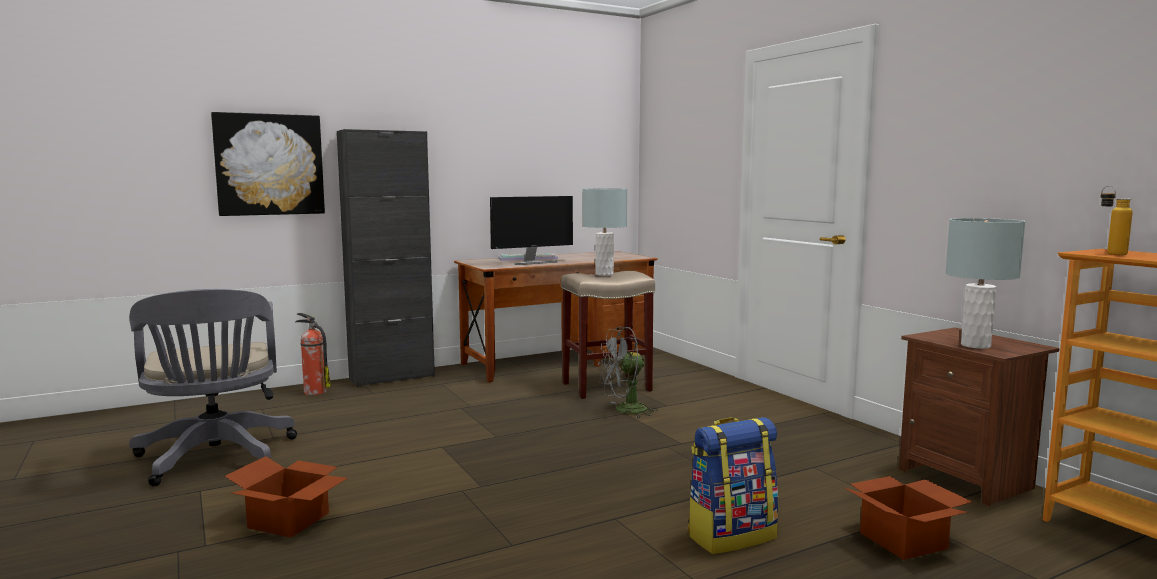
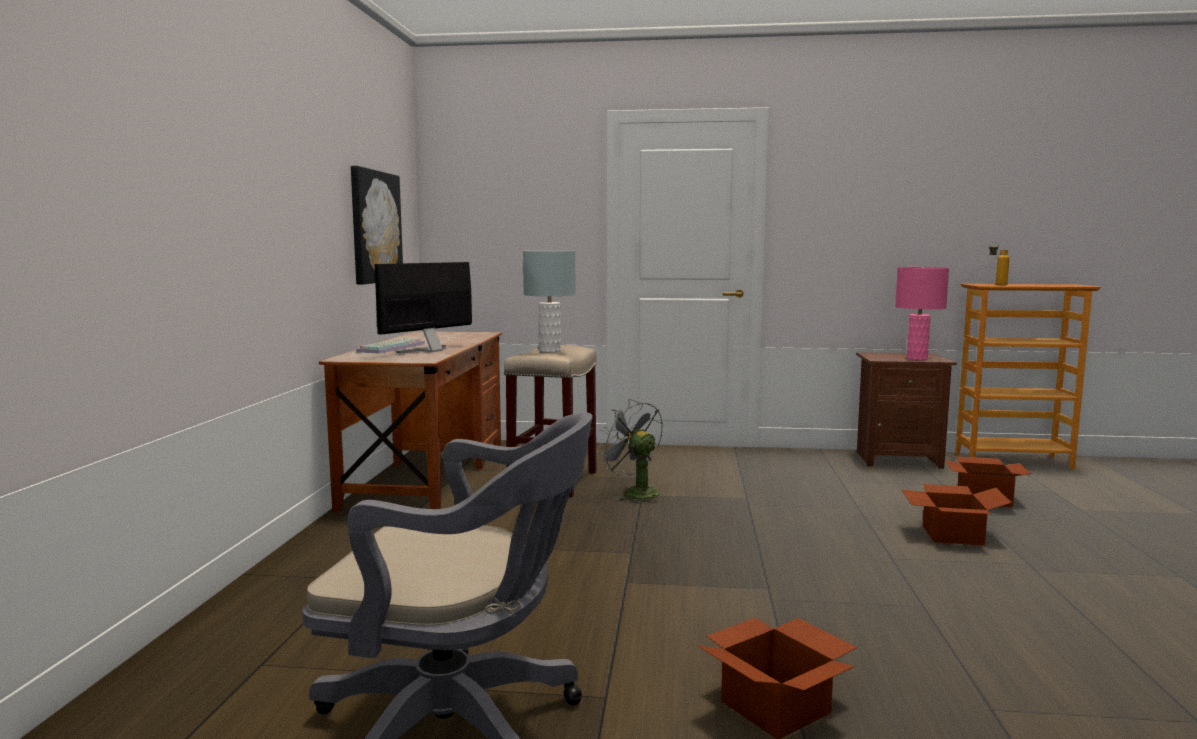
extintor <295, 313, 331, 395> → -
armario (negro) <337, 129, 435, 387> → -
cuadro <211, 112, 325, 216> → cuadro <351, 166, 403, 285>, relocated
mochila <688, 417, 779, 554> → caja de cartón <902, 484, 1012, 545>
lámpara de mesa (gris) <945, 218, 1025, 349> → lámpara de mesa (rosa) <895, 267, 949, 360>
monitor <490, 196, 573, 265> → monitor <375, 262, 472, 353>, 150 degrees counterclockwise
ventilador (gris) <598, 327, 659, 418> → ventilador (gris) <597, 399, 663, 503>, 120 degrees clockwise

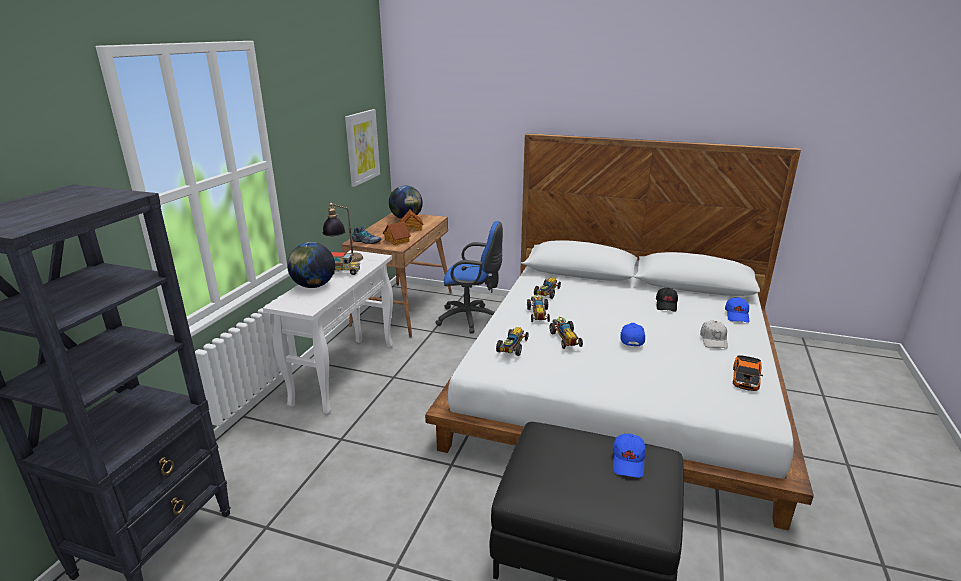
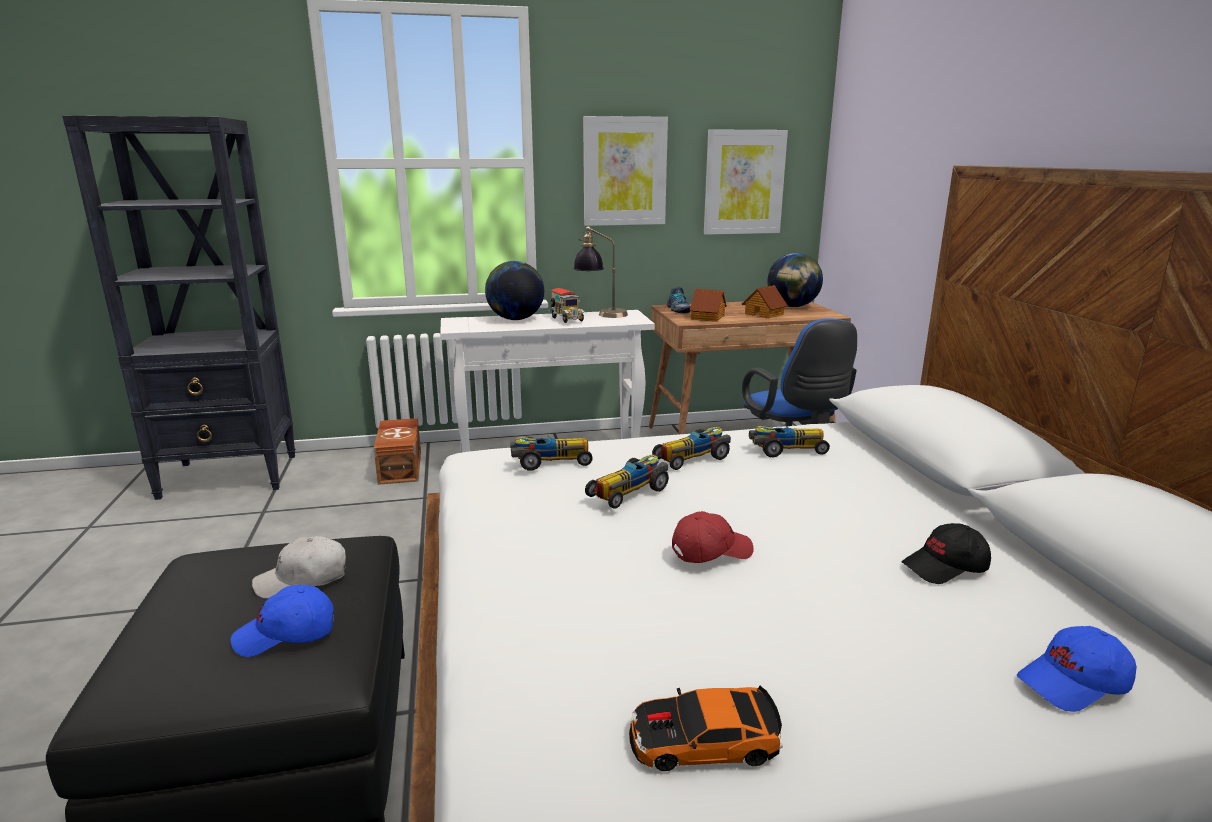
- → caja de almacenaje (marrón) <374, 418, 421, 485>
- → cuadro <583, 116, 668, 226>
gorra (blanco) <700, 321, 728, 349> → gorra (blanco) <252, 536, 346, 599>, relocated
gorra (azul) <620, 323, 645, 347> → gorra (rojo) <672, 511, 754, 563>

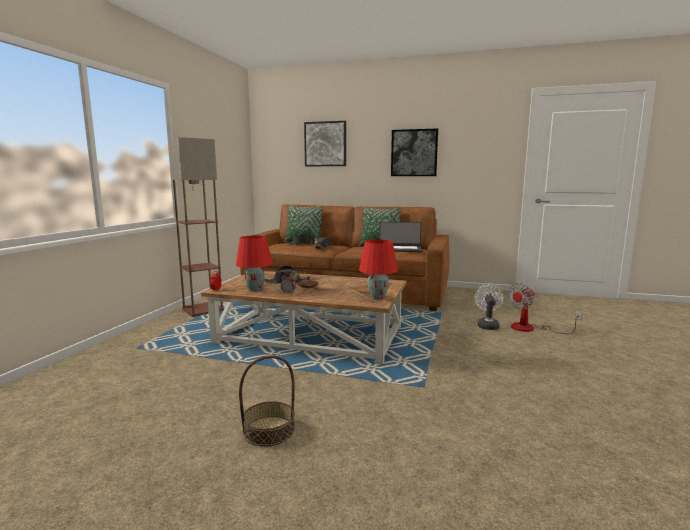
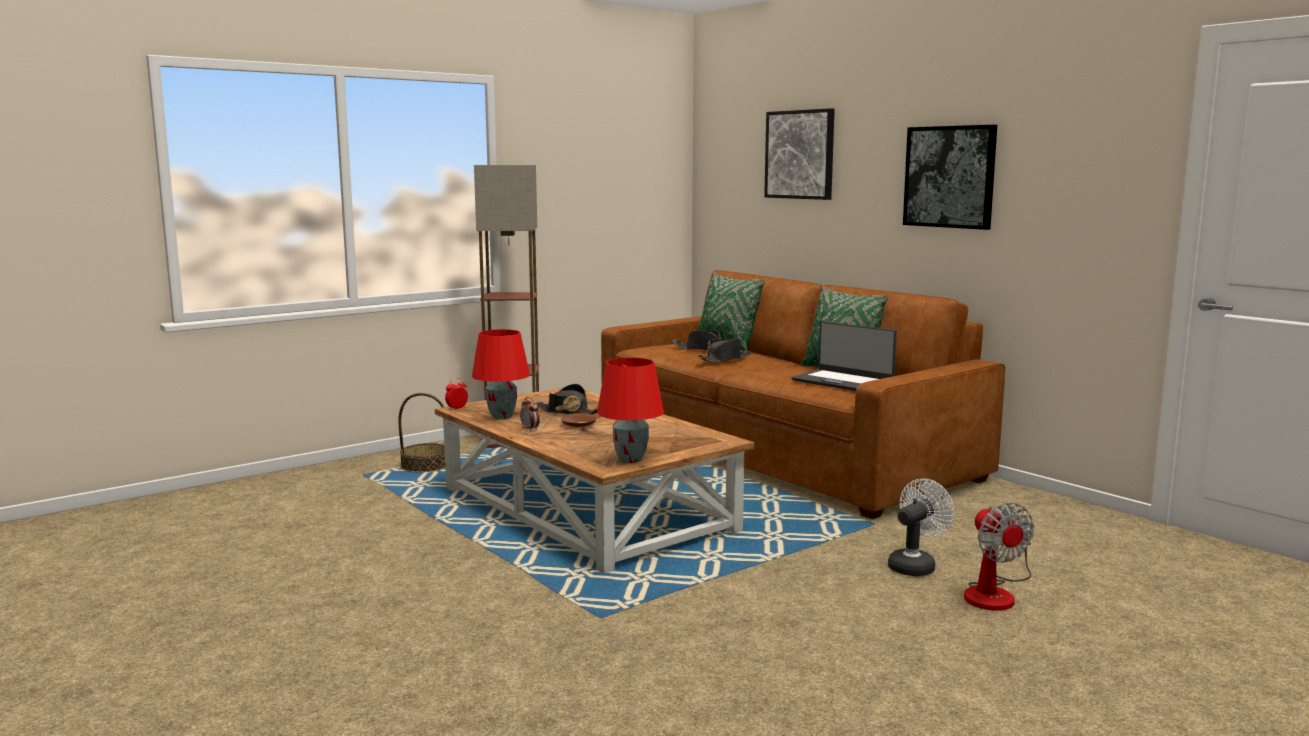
cesta <239, 355, 295, 447> → cesta <398, 393, 445, 473>, relocated
ventilador <508, 283, 582, 334> → ventilador <964, 503, 1034, 611>, 105 degrees counterclockwise

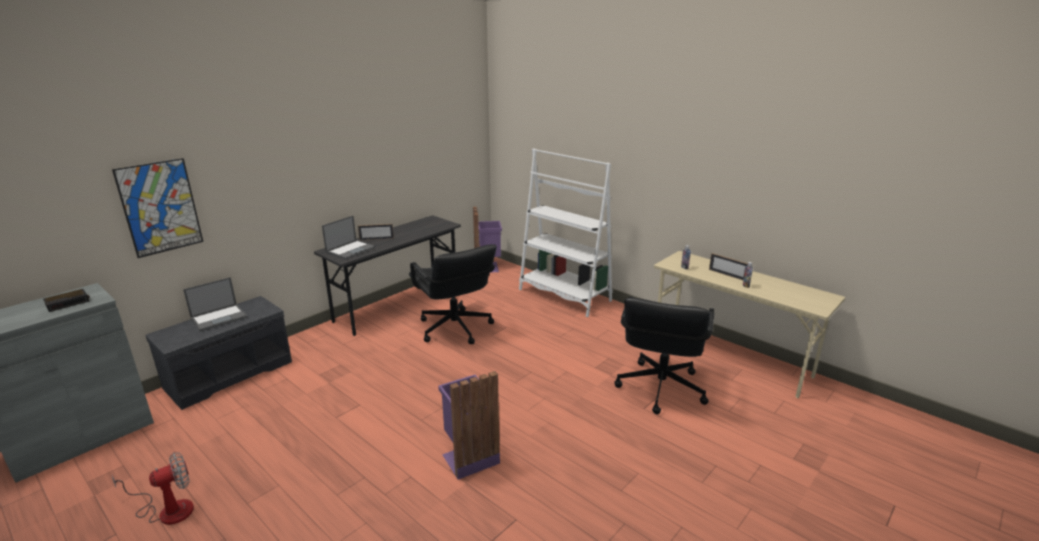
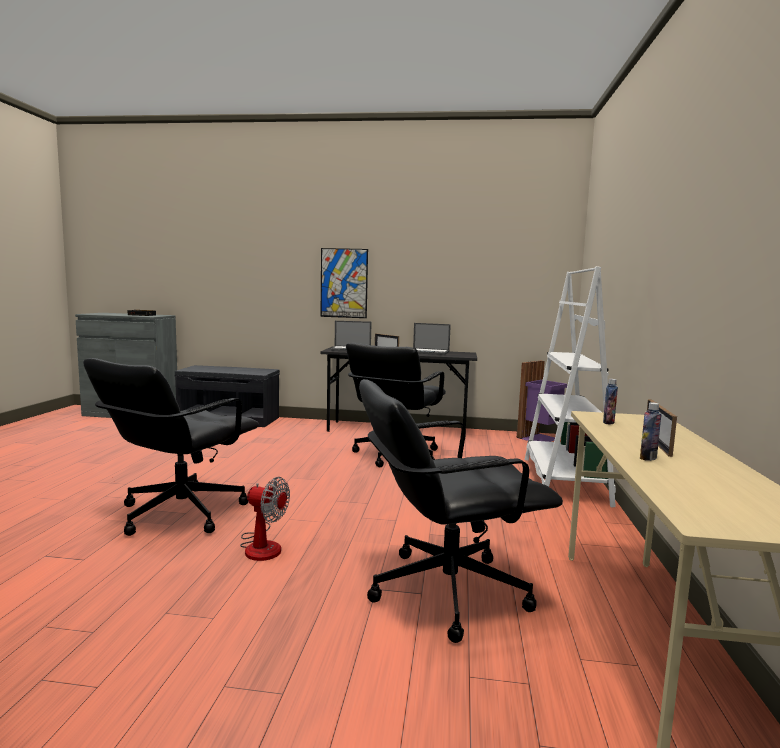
cuadro <112, 158, 203, 258> → cuadro <321, 248, 368, 318>, relocated
ventilador <112, 452, 194, 525> → ventilador <240, 477, 290, 561>, relocated
portátil <183, 277, 247, 332> → portátil <413, 323, 451, 355>, relocated
papelera (morado) <438, 371, 500, 480> → silla de oficina (negro) <83, 358, 259, 536>

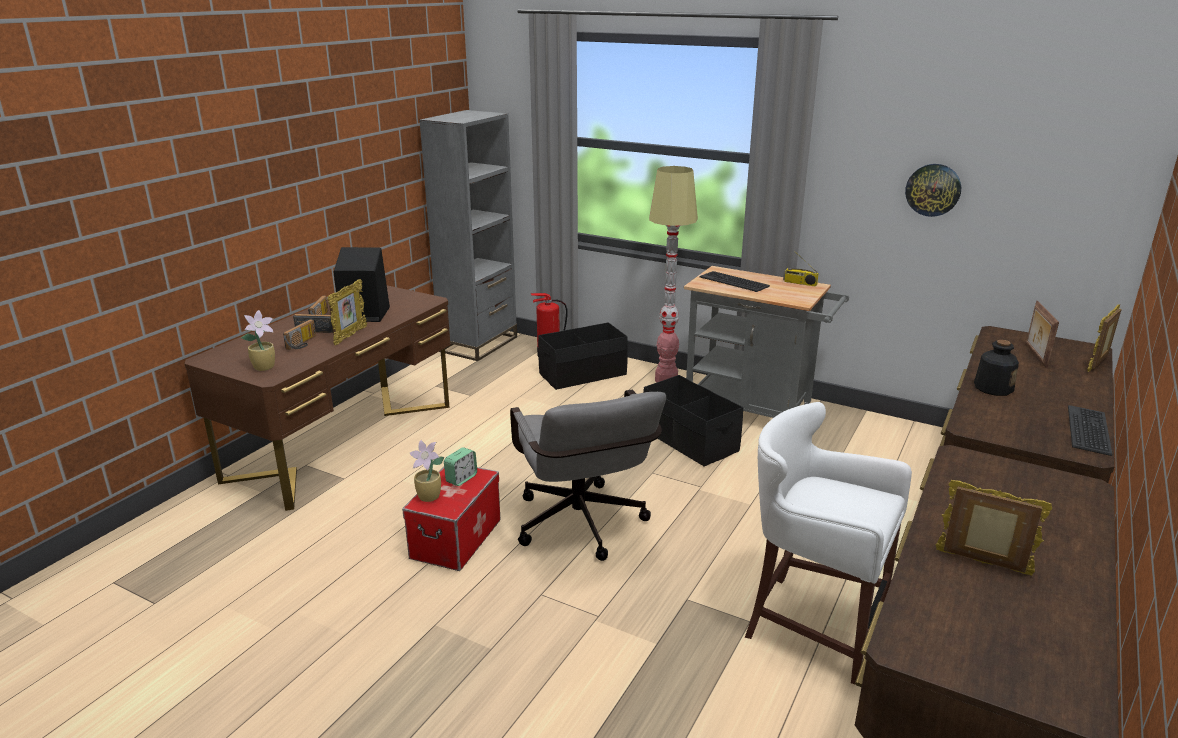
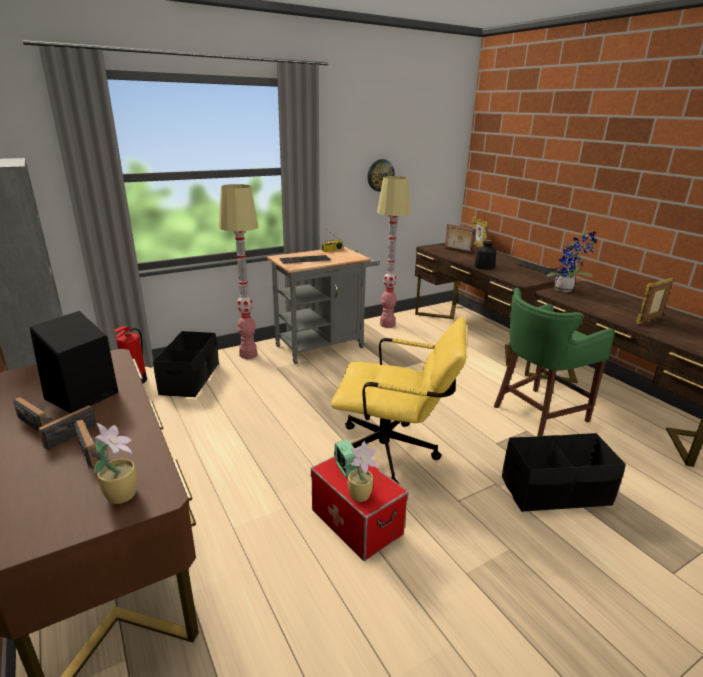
portarretratos <328, 279, 367, 345> → -
- → lámpara de pie <377, 176, 410, 328>
- → planta en maceta <546, 231, 598, 292>
caja de almacenaje (negro) <643, 375, 743, 466> → caja de almacenaje (negro) <502, 433, 626, 512>, relocated
silla de oficina (gris) <510, 390, 666, 561> → silla de oficina (amarillo) <331, 317, 467, 484>
taburete (blanco) <745, 402, 912, 684> → taburete (verde) <494, 288, 615, 436>

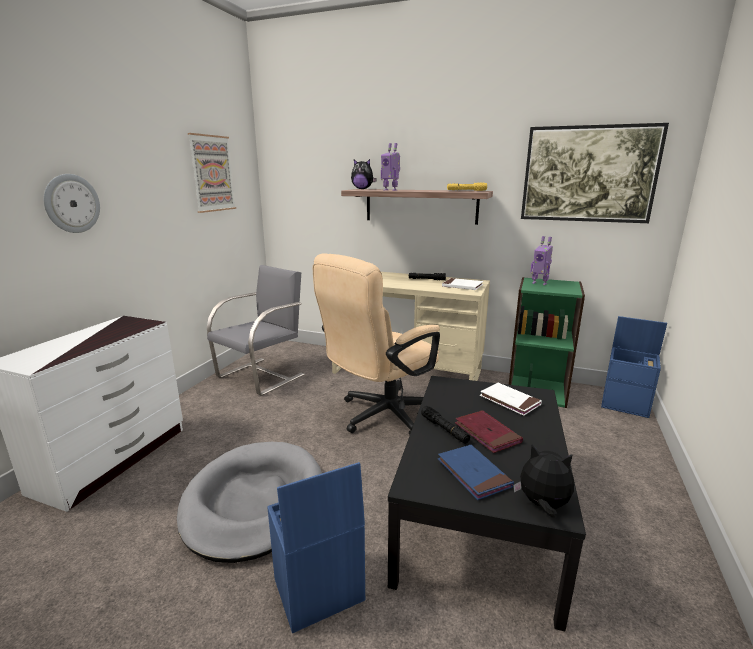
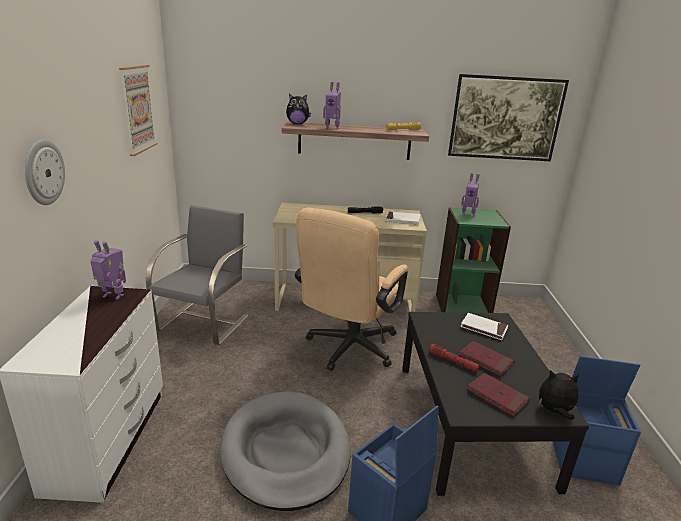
- → robot de juguete <90, 240, 126, 300>
caja de almacenaje (azul) <601, 316, 667, 418> → caja de almacenaje (azul) <553, 356, 641, 486>, relocated
linterna (negro) <421, 406, 470, 444> → linterna (rojo) <429, 344, 480, 372>
libro (azul) <438, 445, 514, 500> → libro (rojo) <467, 373, 530, 416>

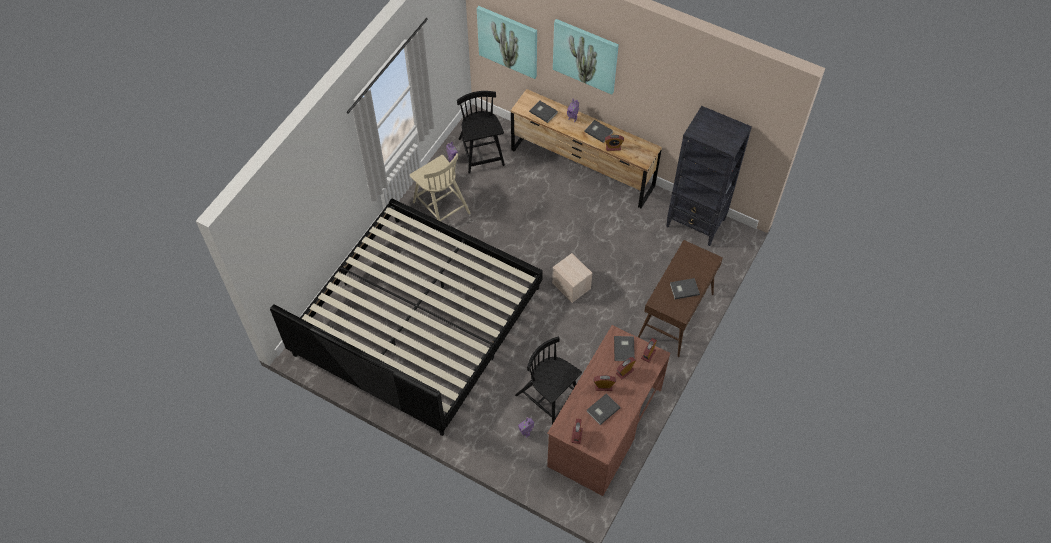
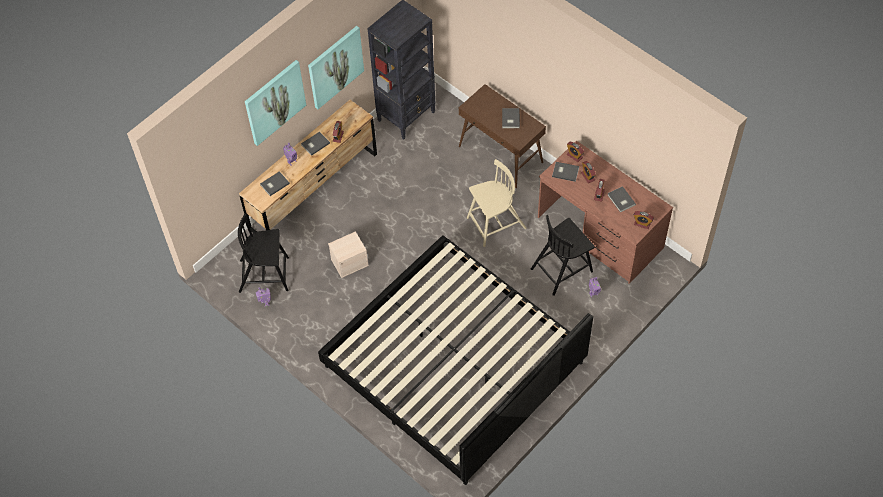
silla (beis) <410, 153, 471, 221> → silla (beis) <467, 159, 526, 247>, relocated
cuadro <477, 6, 537, 79> → cuadro <308, 26, 364, 109>, relocated
caja de almacenaje (beis) <552, 253, 593, 303> → caja de almacenaje (beis) <328, 231, 369, 278>, relocated

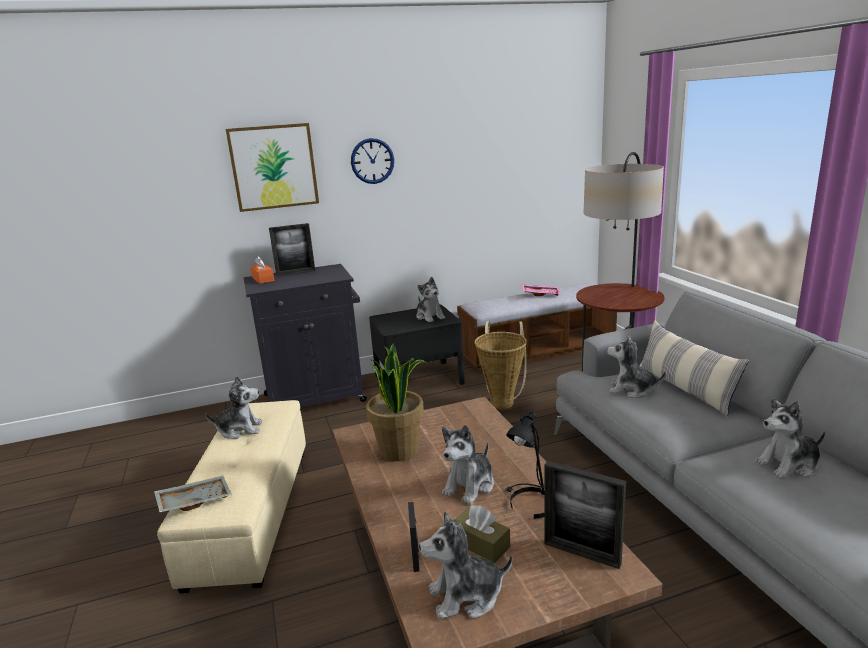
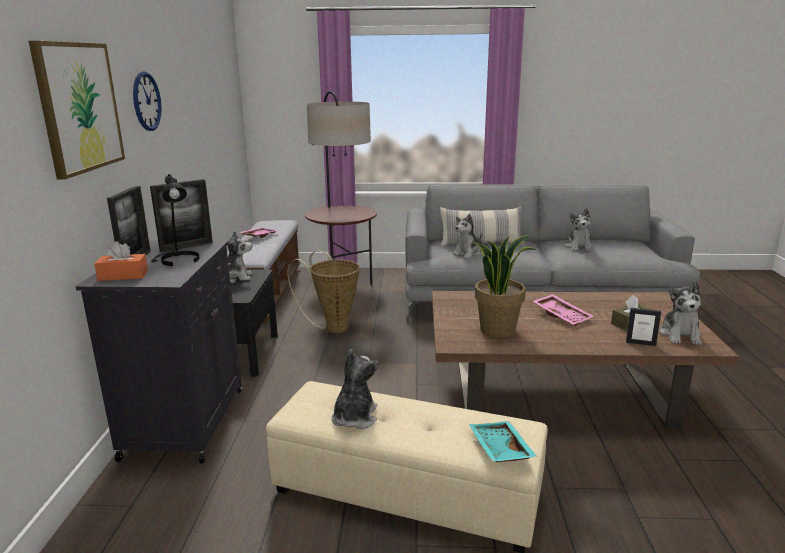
lámpara de mesa (negro) <505, 411, 544, 519> → lámpara de mesa (negro) <151, 174, 200, 266>, relocated
portarretratos <544, 461, 626, 569> → portarretratos <150, 179, 213, 253>, relocated
peluche <442, 425, 494, 504> → bandeja (rosa) <533, 294, 593, 326>
bandeja (gris) <154, 476, 232, 512> → bandeja (turquesa) <469, 421, 537, 462>

